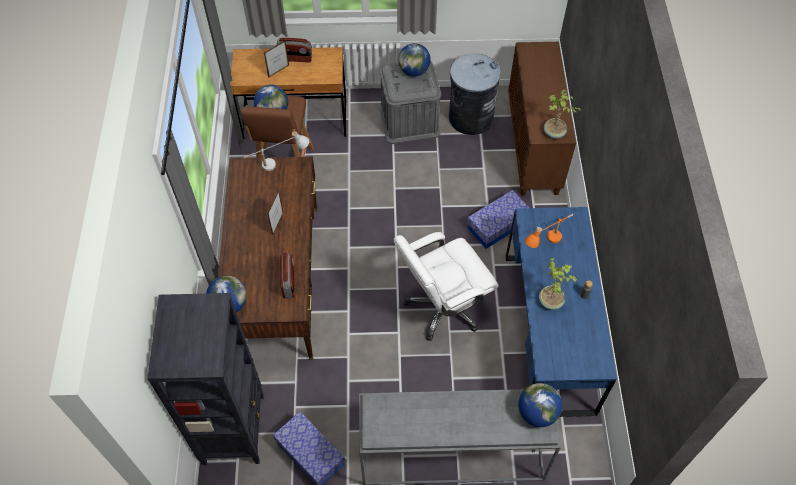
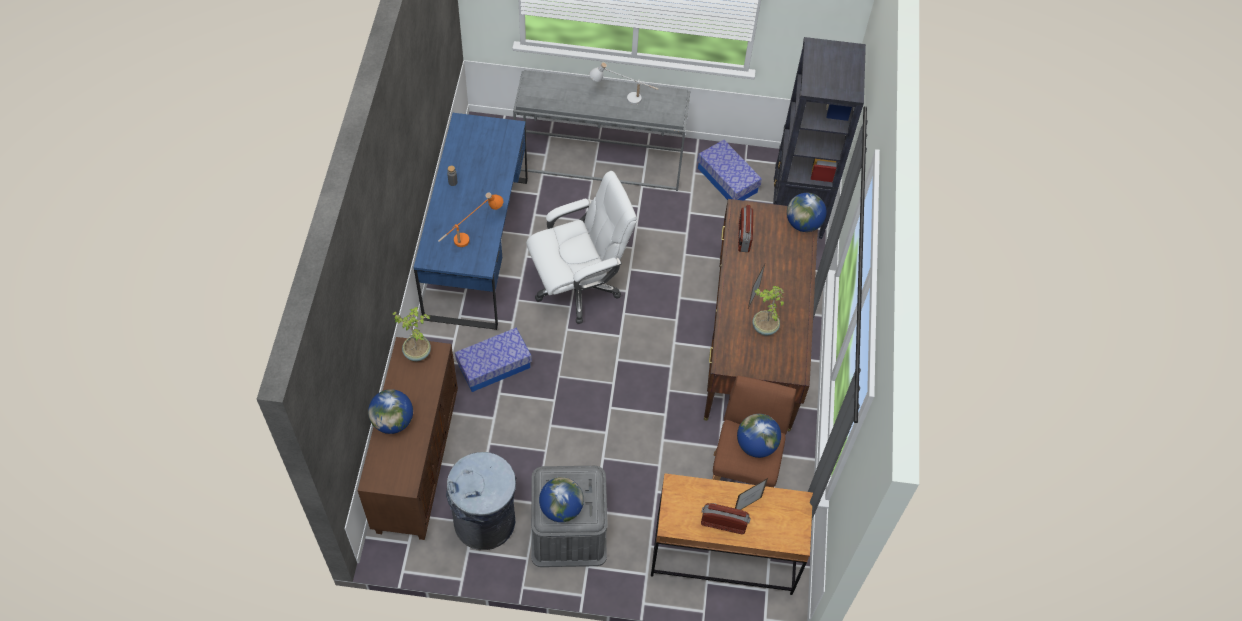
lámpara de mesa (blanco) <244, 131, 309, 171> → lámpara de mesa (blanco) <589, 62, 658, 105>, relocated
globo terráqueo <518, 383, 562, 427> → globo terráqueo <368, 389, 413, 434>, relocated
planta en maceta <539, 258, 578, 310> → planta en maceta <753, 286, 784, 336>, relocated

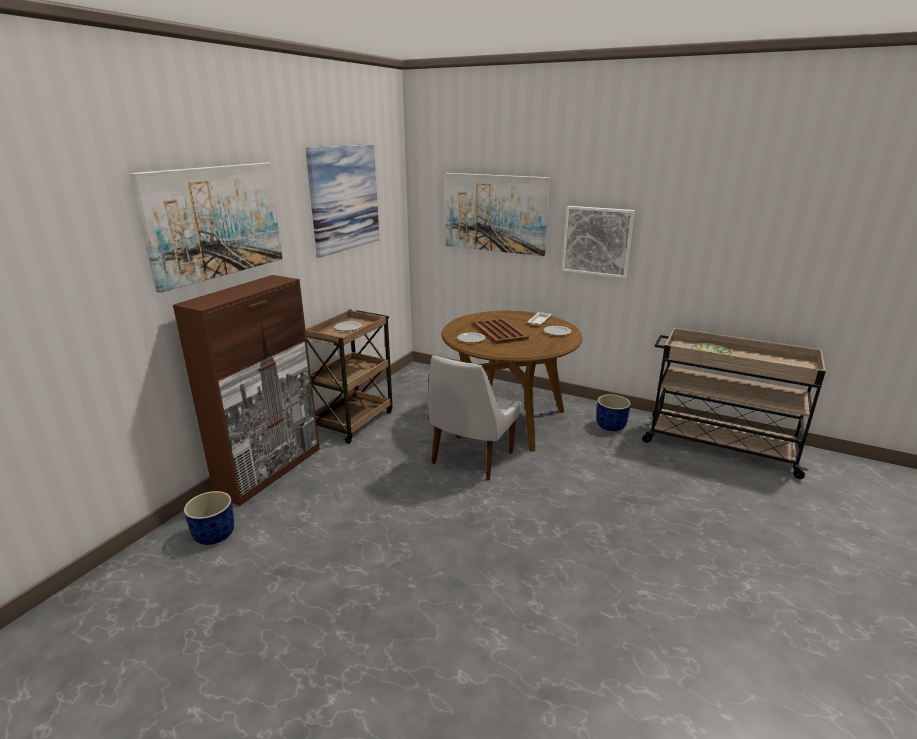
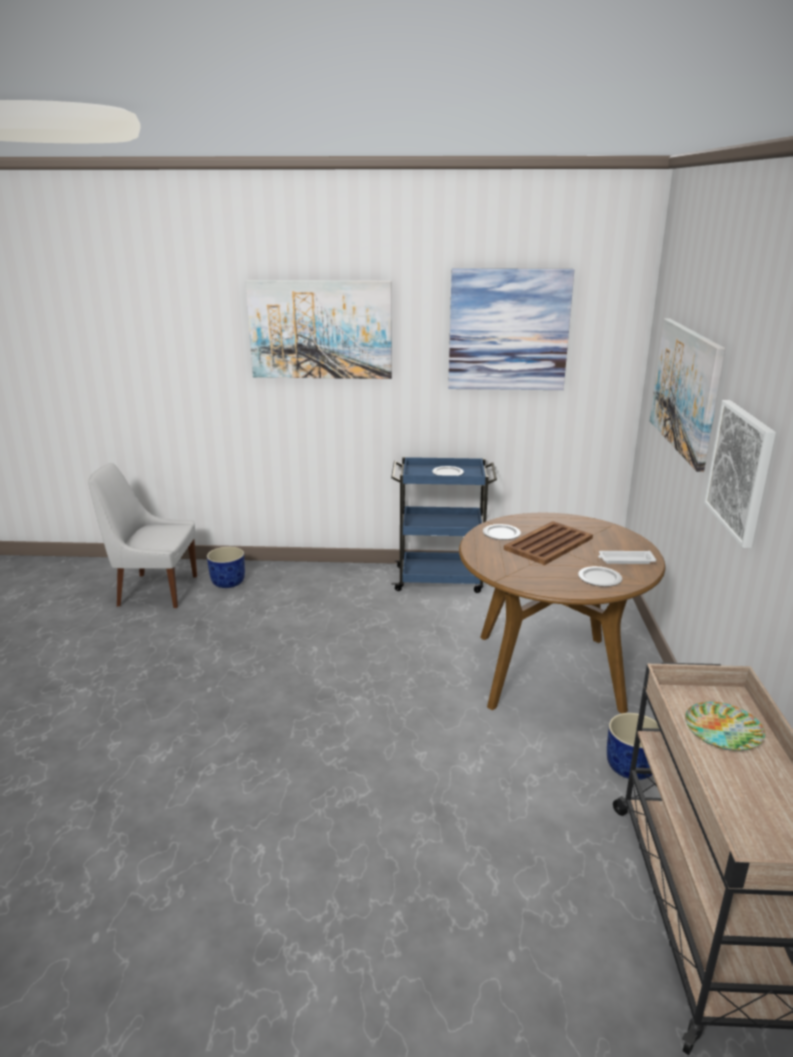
armario (marrón) <173, 275, 320, 506> → -
silla (blanco) <428, 355, 521, 480> → silla (blanco) <88, 463, 197, 608>, relocated
carrito (marrón) <305, 309, 392, 444> → carrito (azul) <391, 457, 497, 593>

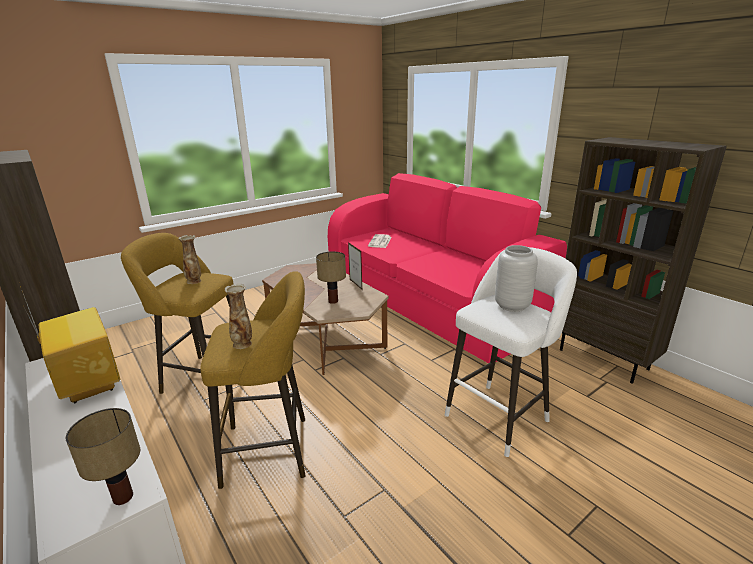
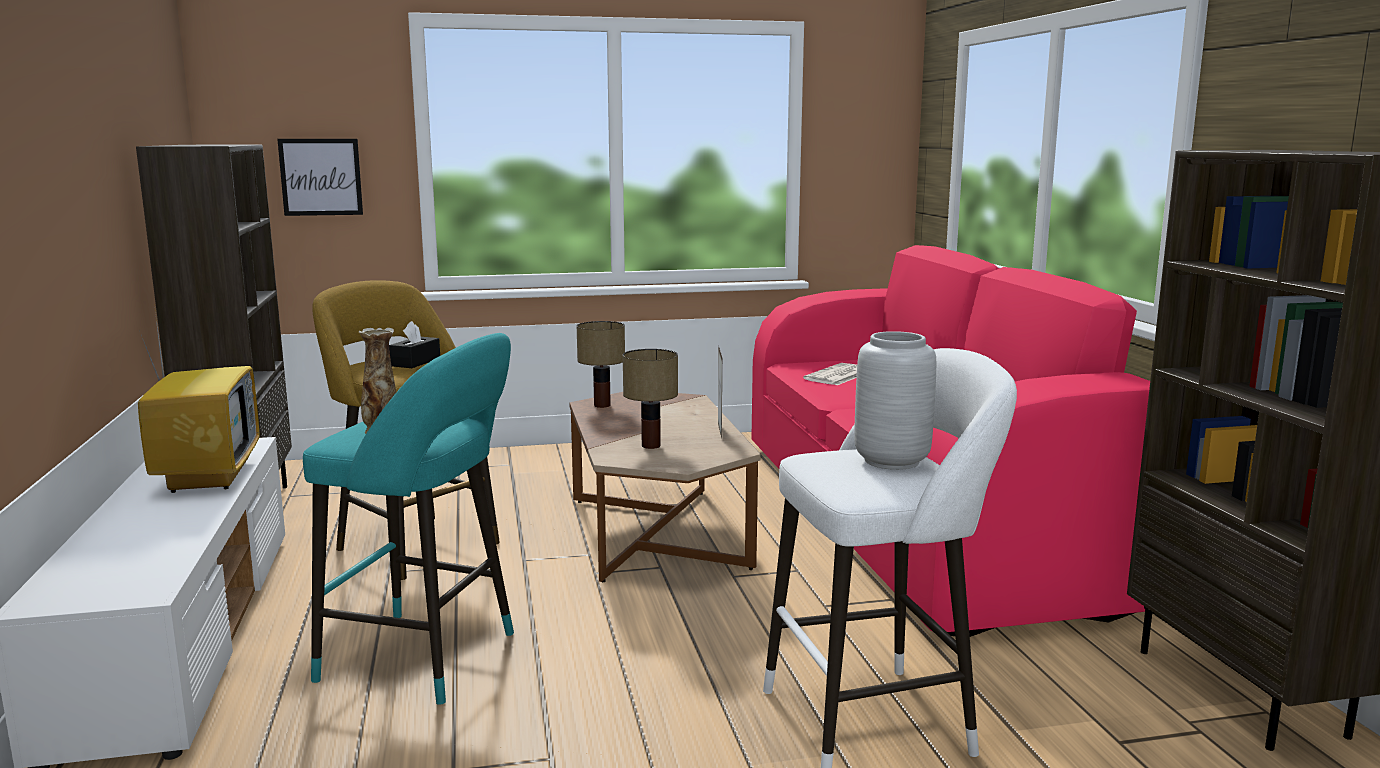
- → cuadro <277, 139, 363, 216>
lámpara de mesa <66, 408, 140, 505> → lámpara de mesa <577, 321, 625, 408>, relocated
florero <178, 235, 201, 284> → caja de pañuelos (negro) <389, 321, 440, 368>
taburete (amarillo) <200, 271, 306, 489> → taburete (turquesa) <303, 333, 514, 705>

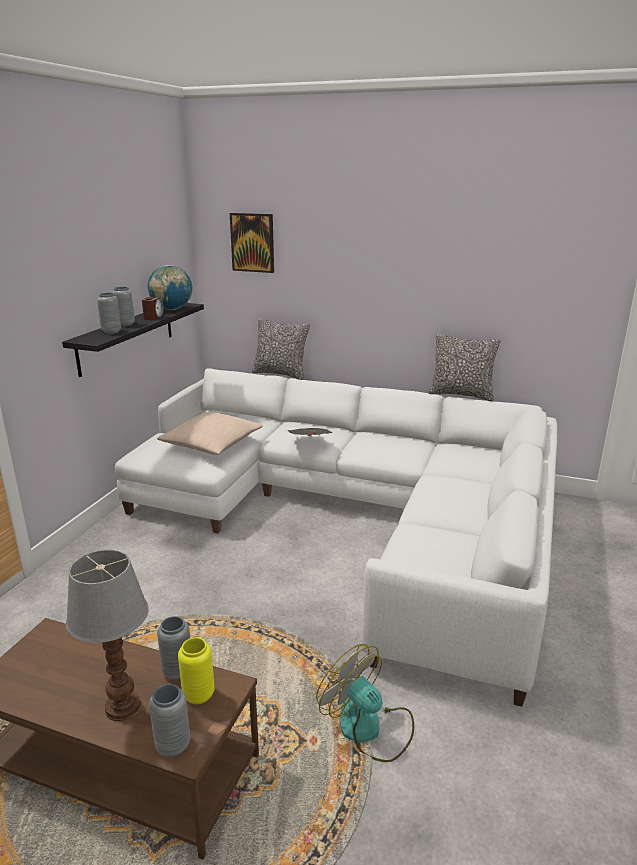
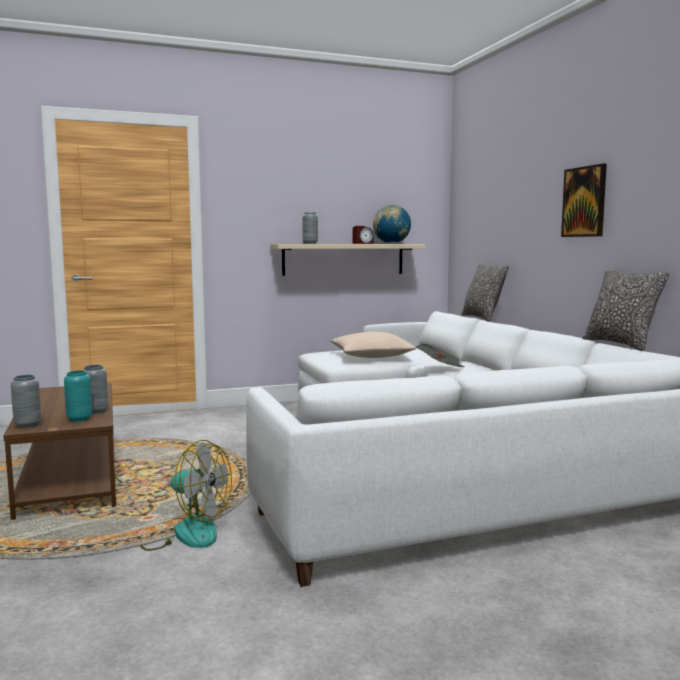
lámpara de mesa <66, 550, 149, 721> → -
florero (gris) <112, 287, 135, 326> → -
cuadro <230, 213, 274, 273> → cuadro <561, 163, 607, 237>, relocated
estante (negro) <62, 303, 204, 377> → estante (beis) <270, 244, 426, 276>
florero (amarillo) <178, 637, 215, 704> → florero (turquesa) <64, 370, 92, 422>
ventilador <316, 644, 414, 762> → ventilador <140, 440, 232, 551>, 105 degrees clockwise

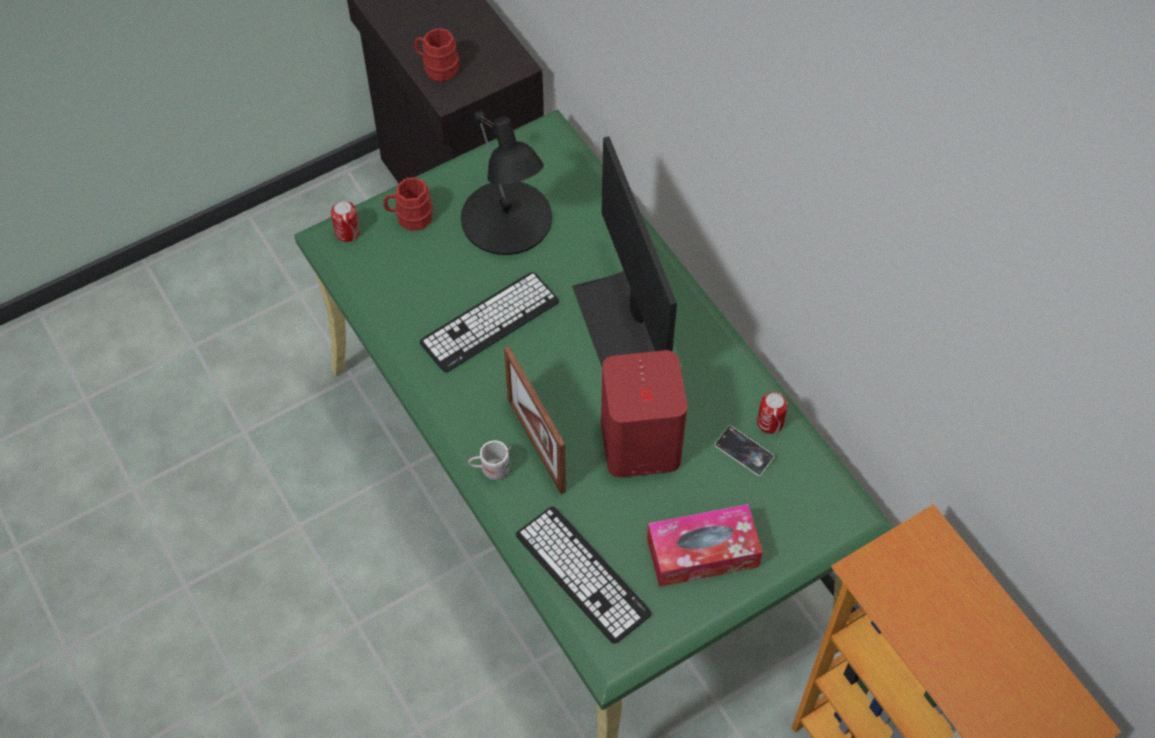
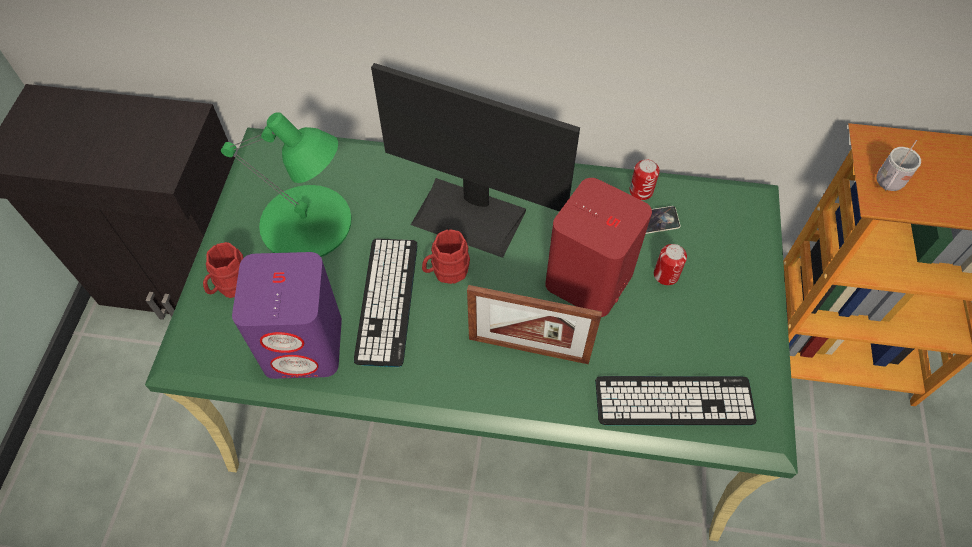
caja de pañuelos <647, 504, 763, 587> → -
- → altavoz (morado) <232, 252, 342, 379>
lata <331, 201, 360, 242> → lata <654, 244, 687, 285>, relocated
taza grande (rojo) <414, 28, 459, 82> → taza grande (rojo) <422, 229, 470, 284>, relocated
taza grande (blanco) <468, 440, 511, 480> → taza grande (blanco) <877, 140, 921, 191>, relocated
lámpara de mesa (negro) <461, 110, 552, 255> → lámpara de mesa (verde) <221, 112, 352, 257>

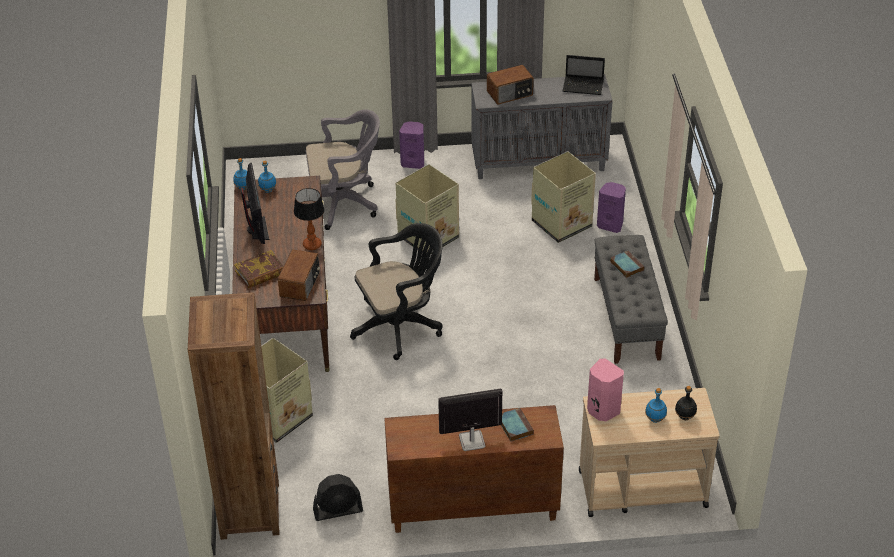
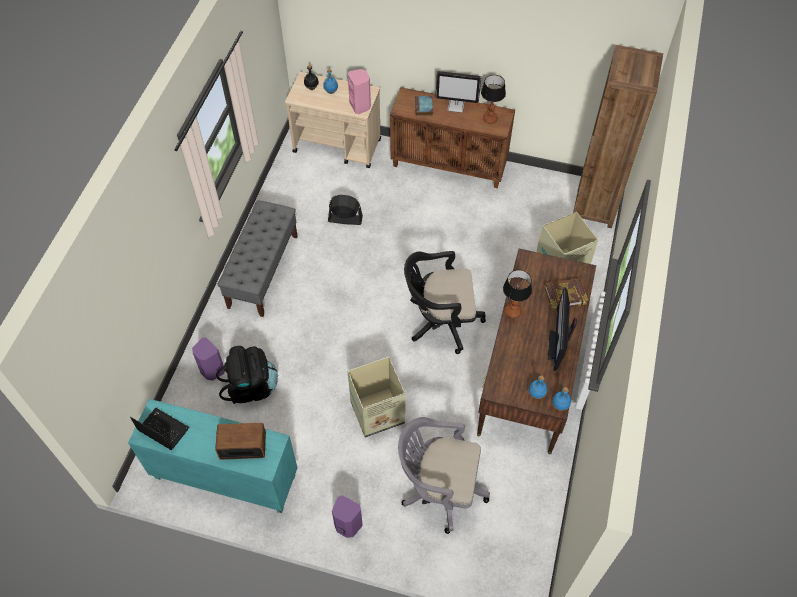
radio <278, 249, 320, 301> → -
libro <610, 251, 644, 278> → -
- → lámpara de mesa <481, 75, 506, 124>
ventilador (negro) <313, 474, 363, 521> → ventilador (negro) <328, 195, 363, 225>, relocated
caja de cartón <531, 151, 596, 243> → mochila (negro) <216, 346, 278, 404>
armario (gris) <471, 74, 613, 179> → armario (turquesa) <128, 399, 298, 513>

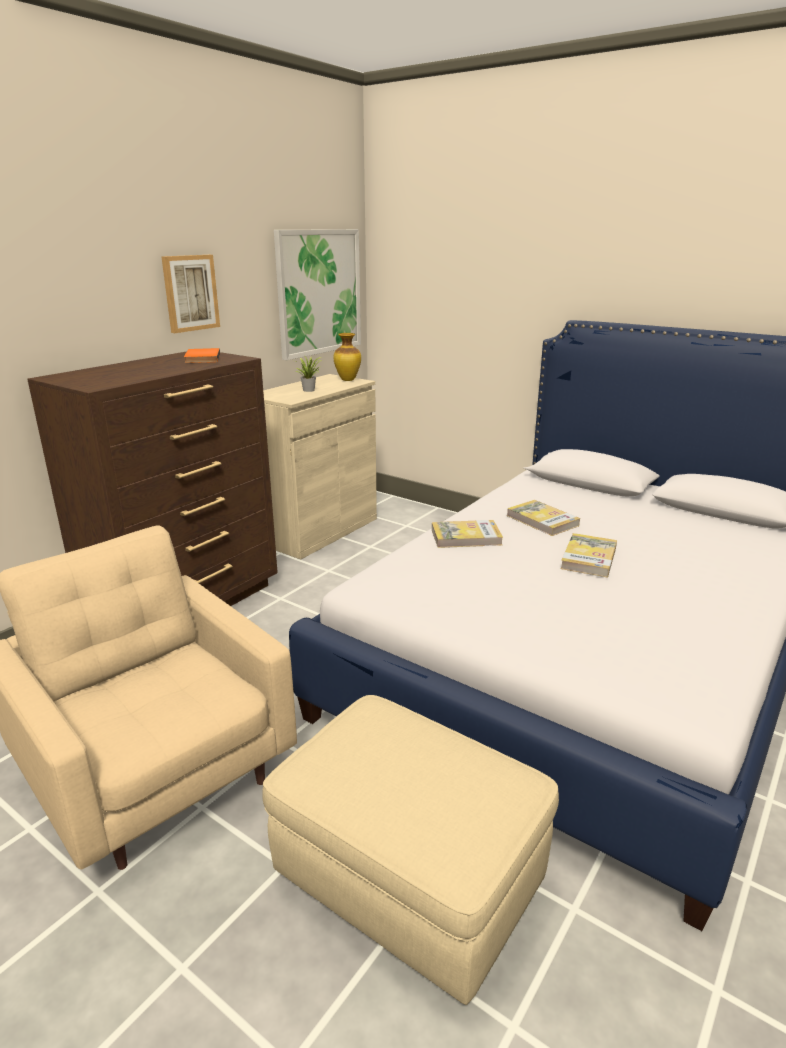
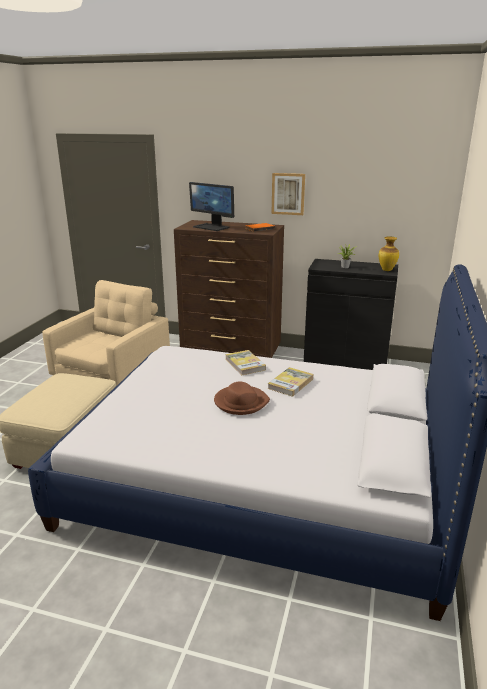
cuadro <274, 229, 361, 360> → -
- → monitor <189, 182, 234, 231>
libro <560, 533, 617, 577> → sombrero (marrón) <214, 381, 270, 415>
armario (beis) <263, 374, 377, 559> → armario (negro) <304, 259, 398, 370>

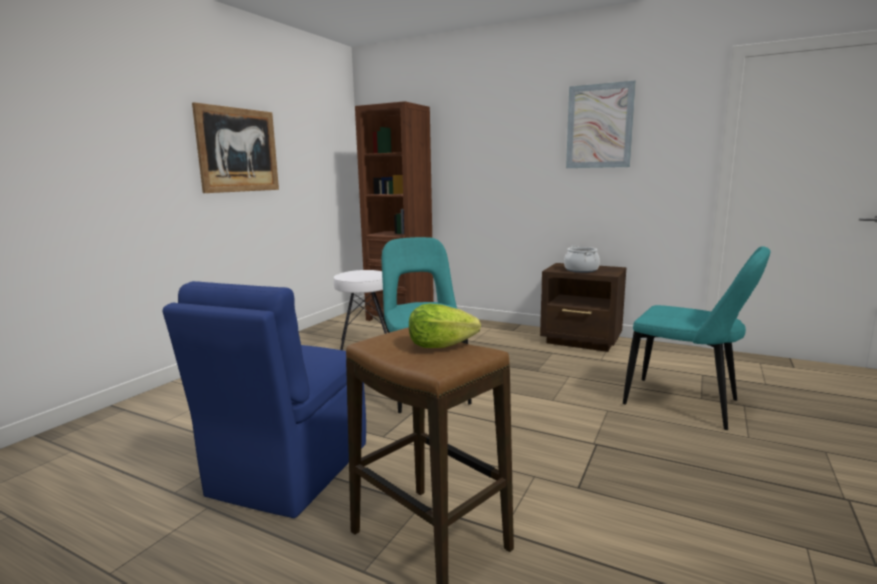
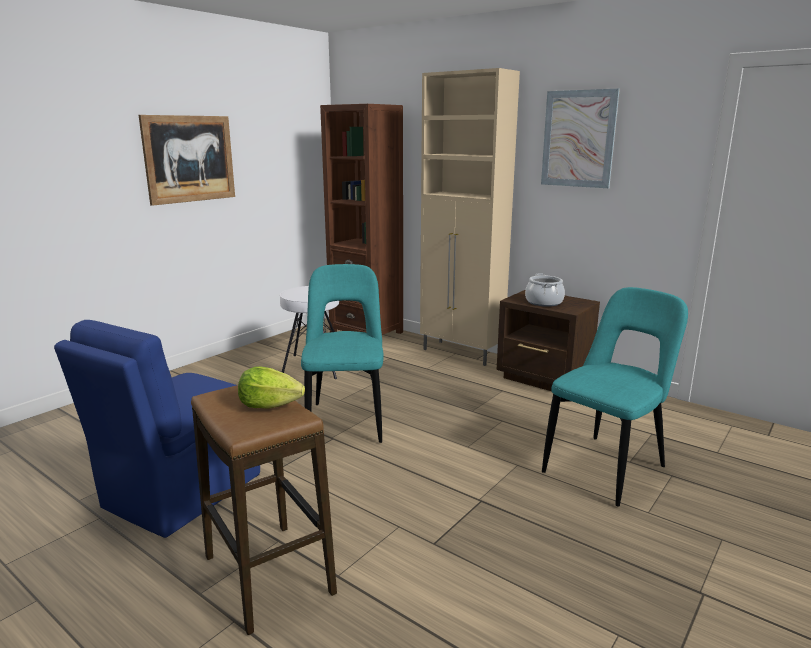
- → armario (beis) <420, 68, 520, 366>
silla (turquesa) <623, 246, 771, 430> → silla (turquesa) <542, 287, 688, 507>, 90 degrees counterclockwise

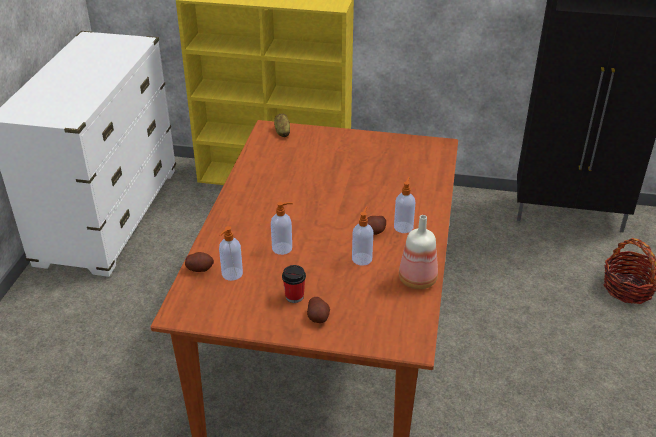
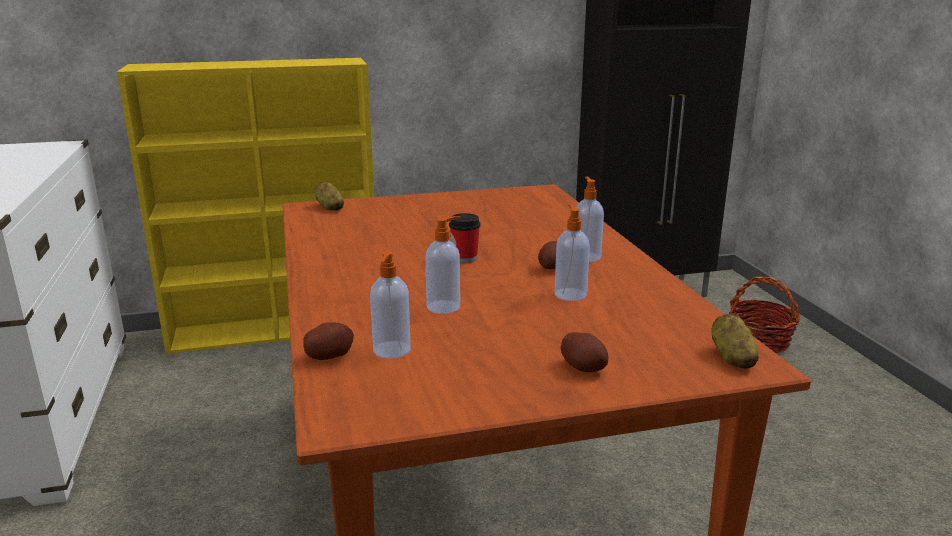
botella <399, 215, 438, 289> → -
- → patata <711, 314, 759, 369>
taza <282, 265, 306, 303> → taza <449, 213, 481, 263>, relocated

